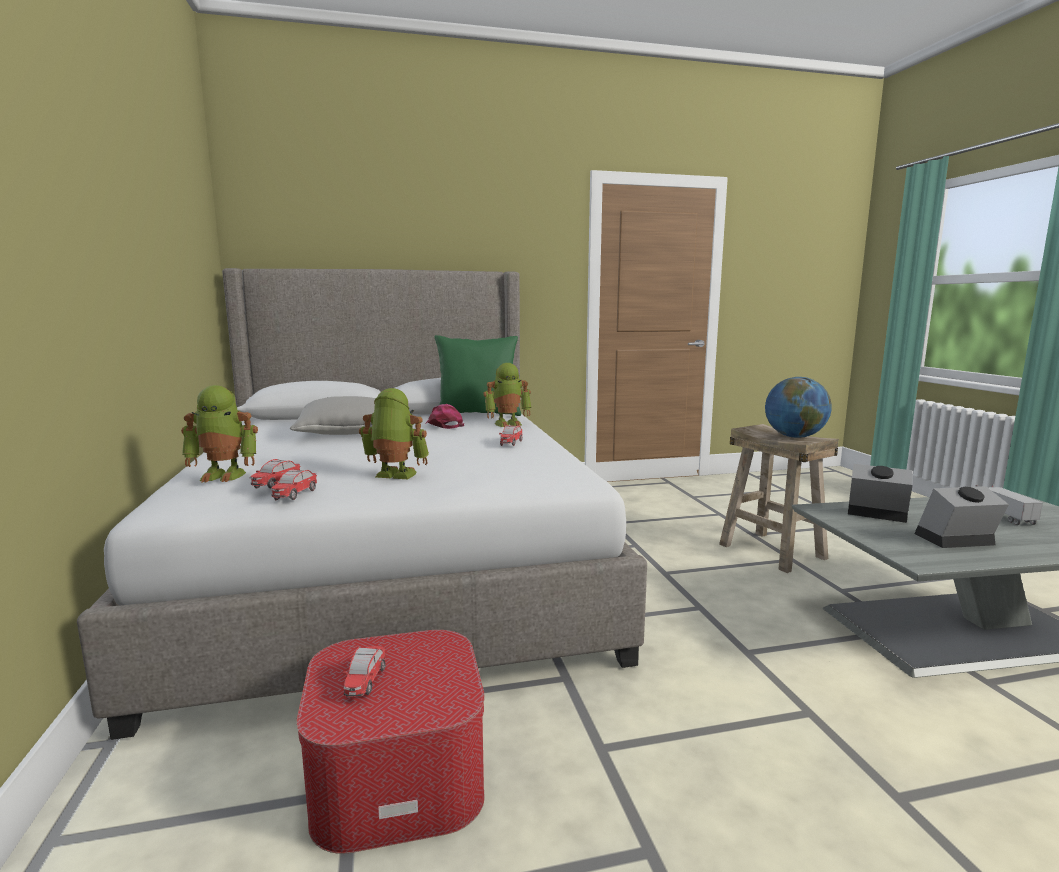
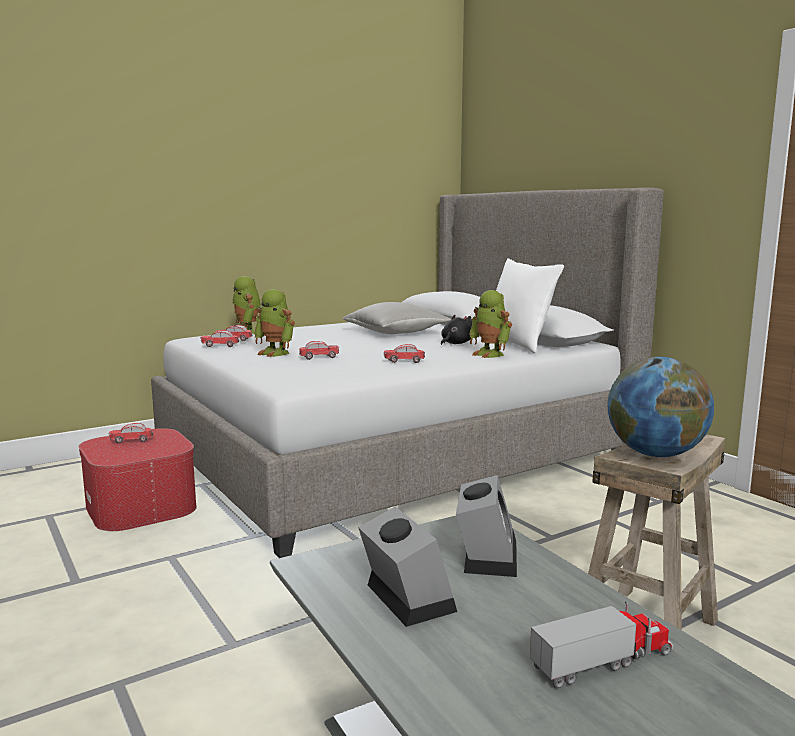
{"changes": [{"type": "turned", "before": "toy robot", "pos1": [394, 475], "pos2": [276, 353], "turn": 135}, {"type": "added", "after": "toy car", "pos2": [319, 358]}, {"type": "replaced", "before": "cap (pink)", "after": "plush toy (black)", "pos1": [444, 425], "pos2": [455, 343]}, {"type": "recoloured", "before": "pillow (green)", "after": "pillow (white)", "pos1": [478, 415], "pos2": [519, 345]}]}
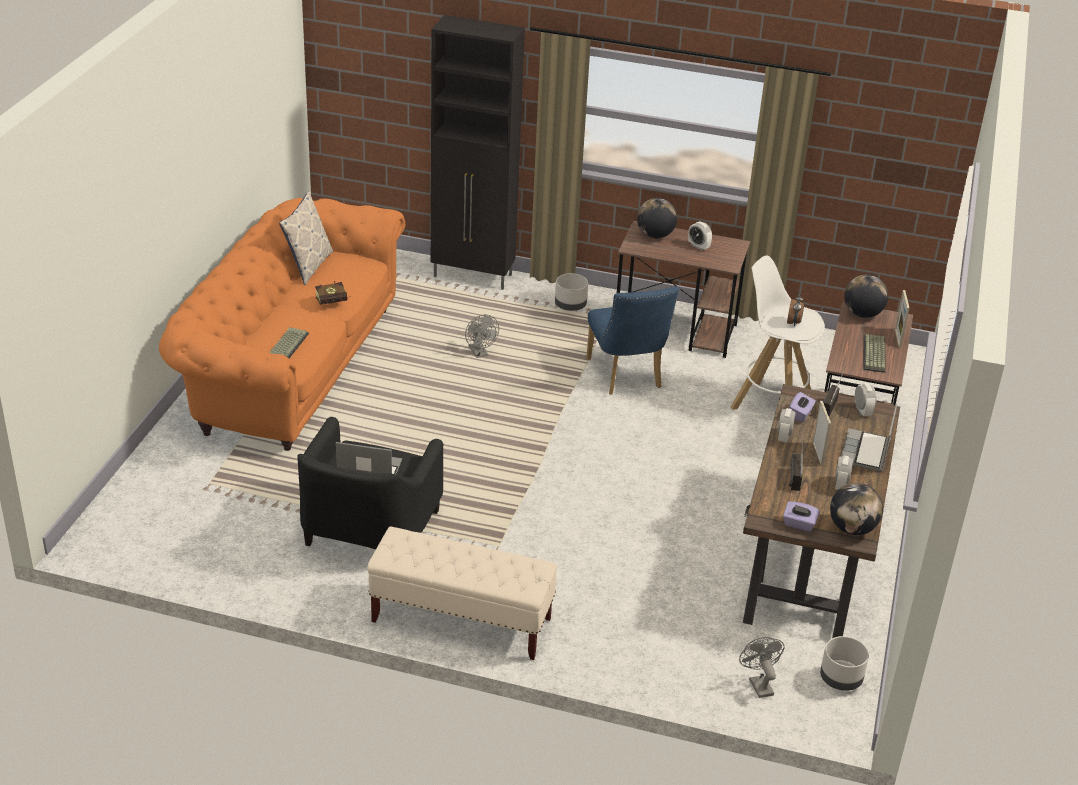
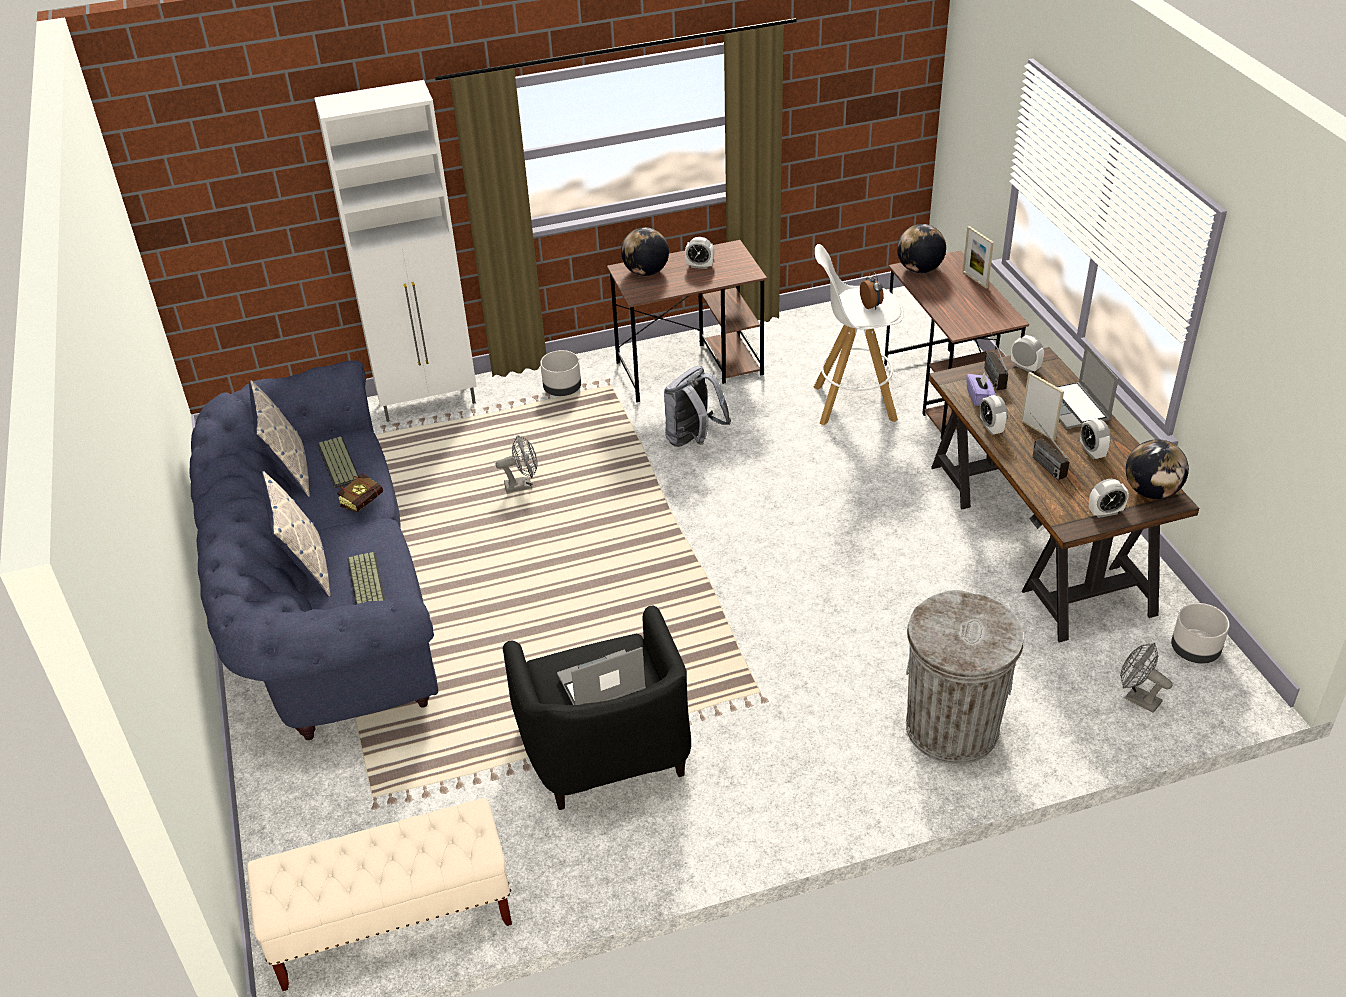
{"changes": [{"type": "recoloured", "before": "sofa (orange)", "after": "sofa (blue)", "pos1": [288, 366], "pos2": [324, 604]}, {"type": "moved", "before": "bench (beige)", "pos1": [461, 620], "pos2": [392, 923]}, {"type": "added", "after": "pillow", "pos2": [306, 568]}, {"type": "recoloured", "before": "cabinet (black)", "after": "cabinet (white)", "pos1": [473, 276], "pos2": [429, 402]}, {"type": "moved", "before": "keyboard", "pos1": [875, 354], "pos2": [340, 463]}, {"type": "turned", "before": "fan (grey)", "pos1": [480, 353], "pos2": [522, 485], "turn": -45}, {"type": "replaced", "before": "chair (blue)", "after": "backpack (grey)", "pos1": [626, 377], "pos2": [693, 440]}, {"type": "added", "after": "trash can (grey)", "pos2": [952, 728]}, {"type": "replaced", "before": "tissue box (purple)", "after": "alarm clock", "pos1": [799, 524], "pos2": [1105, 512]}]}
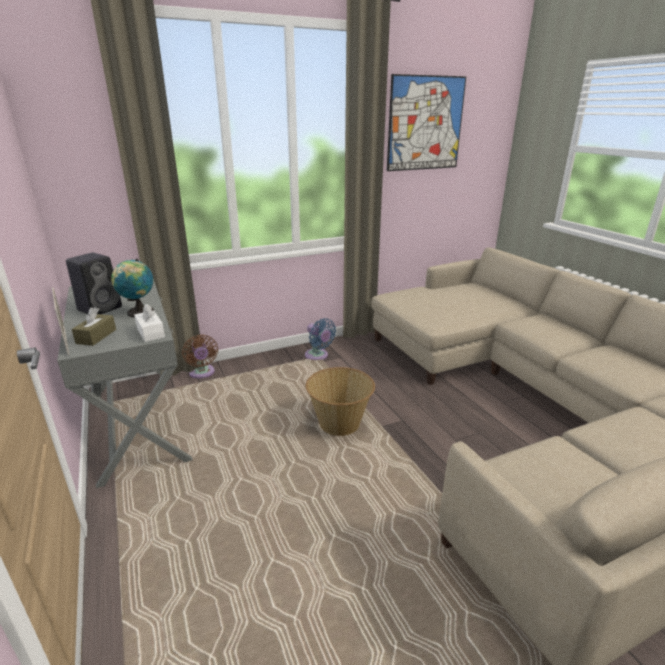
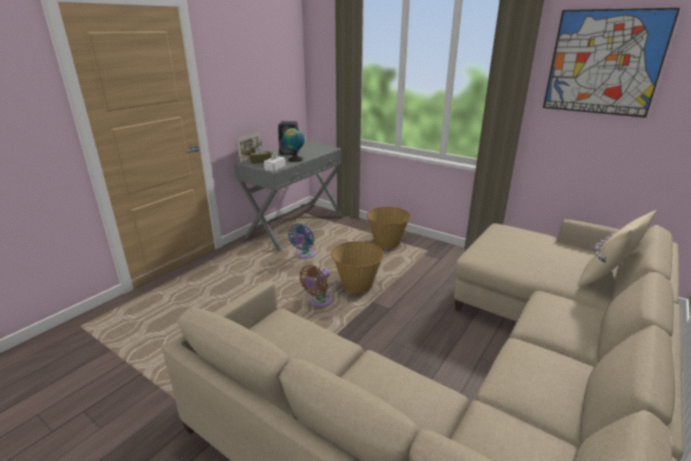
{"changes": [{"type": "moved", "before": "fan (blue)", "pos1": [318, 356], "pos2": [304, 255]}, {"type": "moved", "before": "fan (brown)", "pos1": [202, 373], "pos2": [319, 301]}, {"type": "added", "after": "basket", "pos2": [387, 242]}, {"type": "added", "after": "pillow (beige)", "pos2": [606, 279]}]}
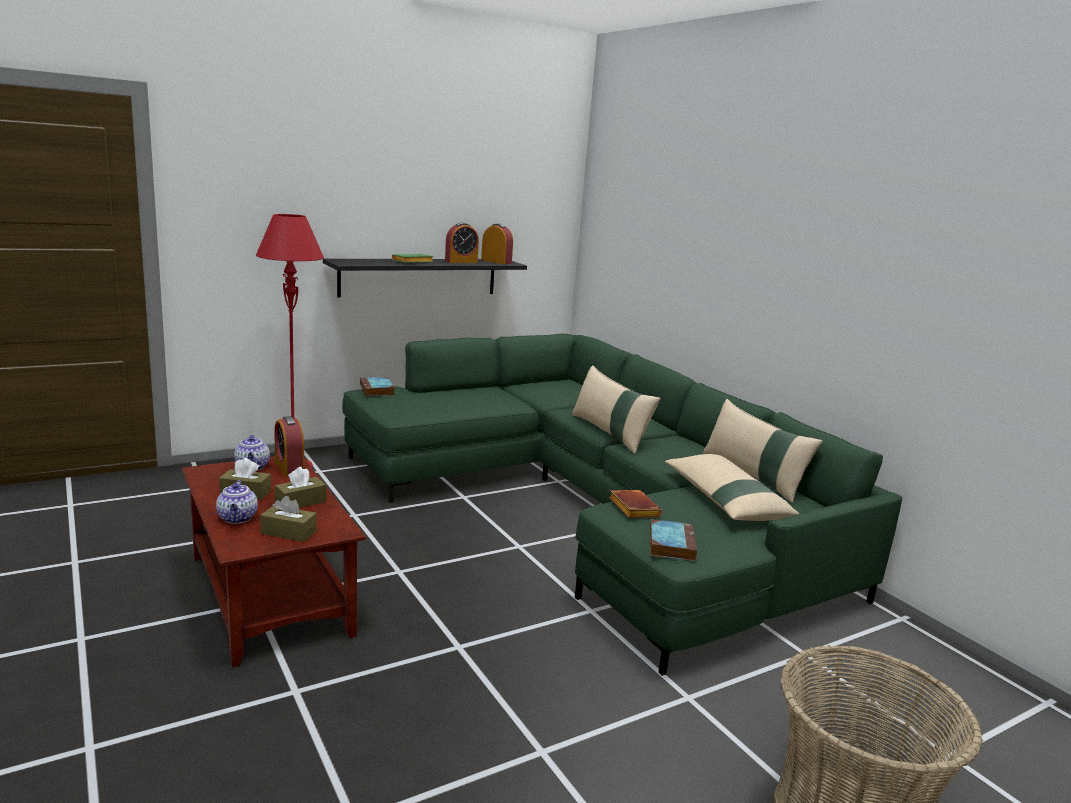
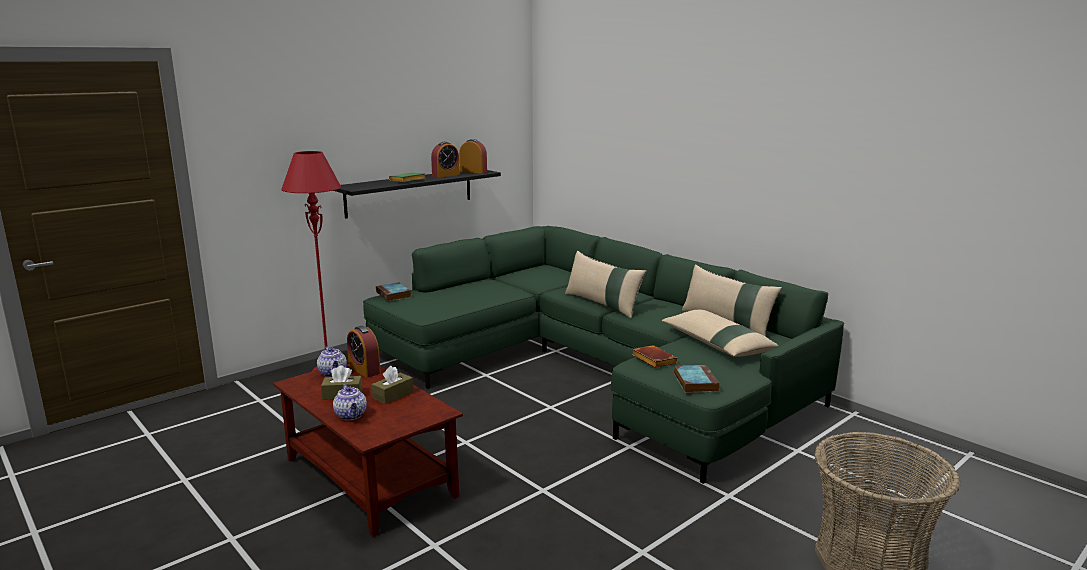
{"changes": [{"type": "removed", "before": "tissue box (brown)", "pos1": [289, 532]}]}
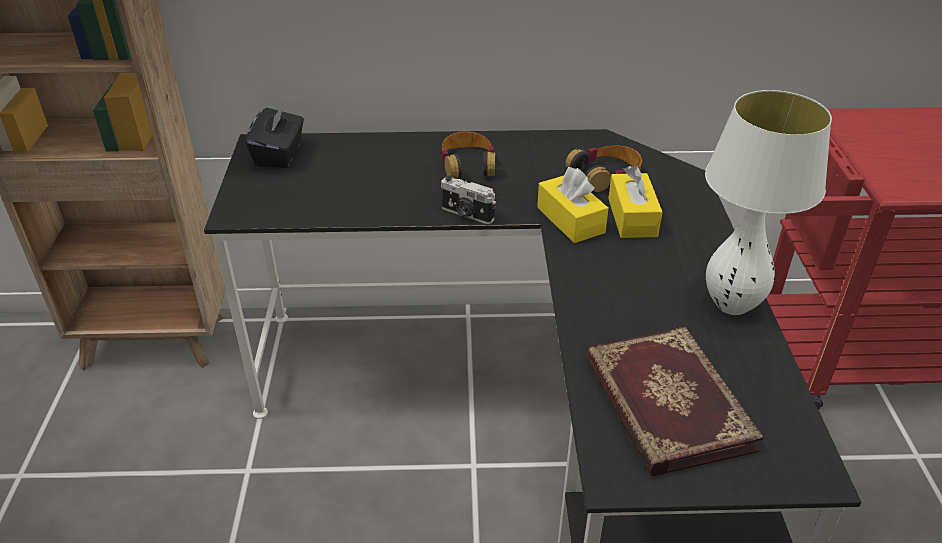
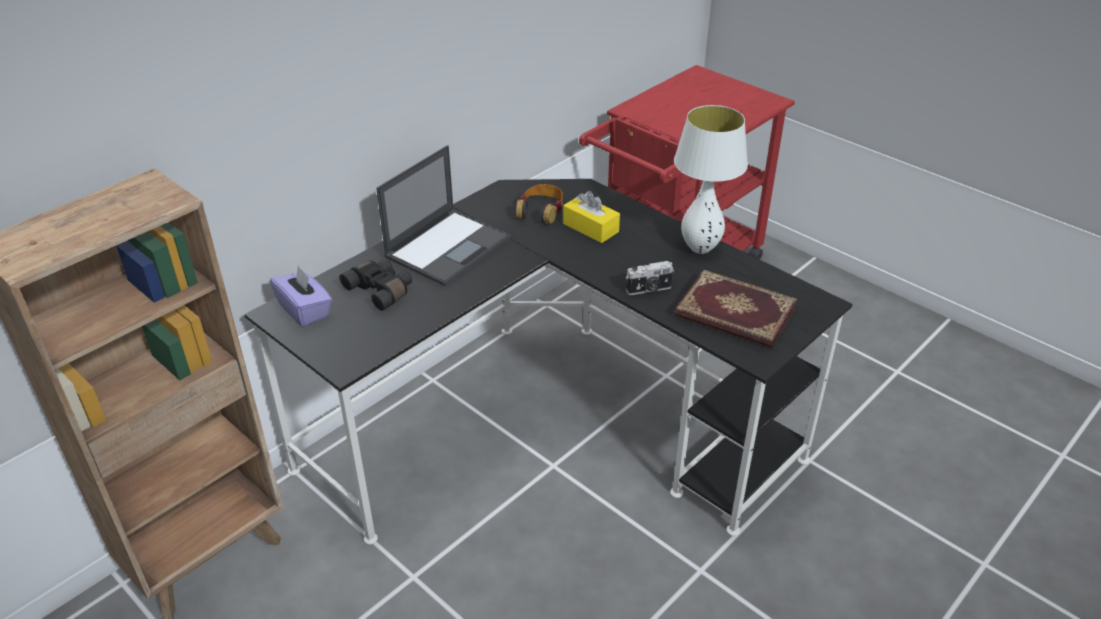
{"changes": [{"type": "recoloured", "before": "tissue box (black)", "after": "tissue box (purple)", "pos1": [280, 154], "pos2": [305, 311]}, {"type": "added", "after": "binoculars (black)", "pos2": [381, 290]}, {"type": "replaced", "before": "headphones", "after": "laptop", "pos1": [468, 164], "pos2": [448, 247]}, {"type": "moved", "before": "photo camera", "pos1": [467, 214], "pos2": [649, 290]}, {"type": "removed", "before": "tissue box (yellow)", "pos1": [570, 220]}]}
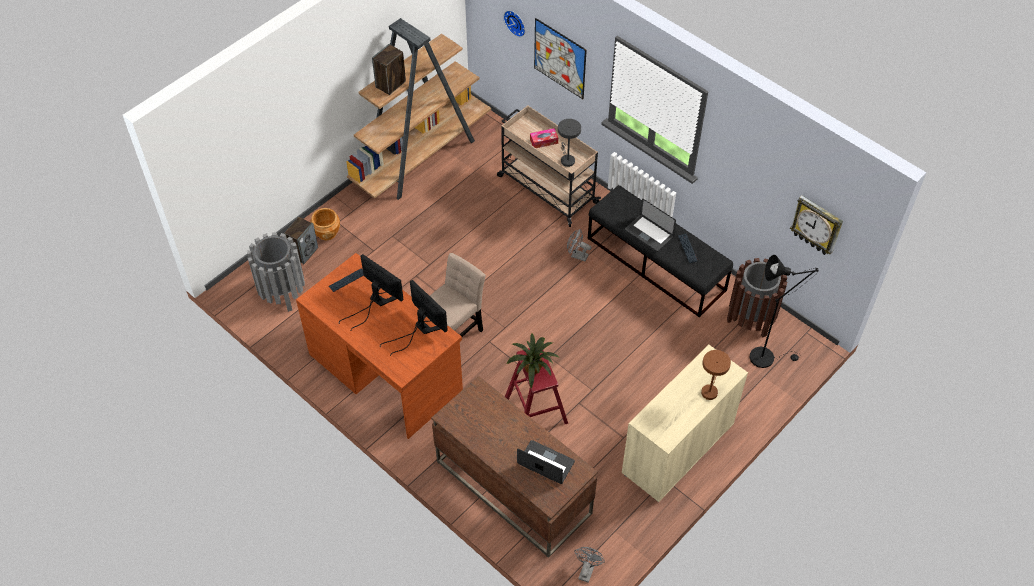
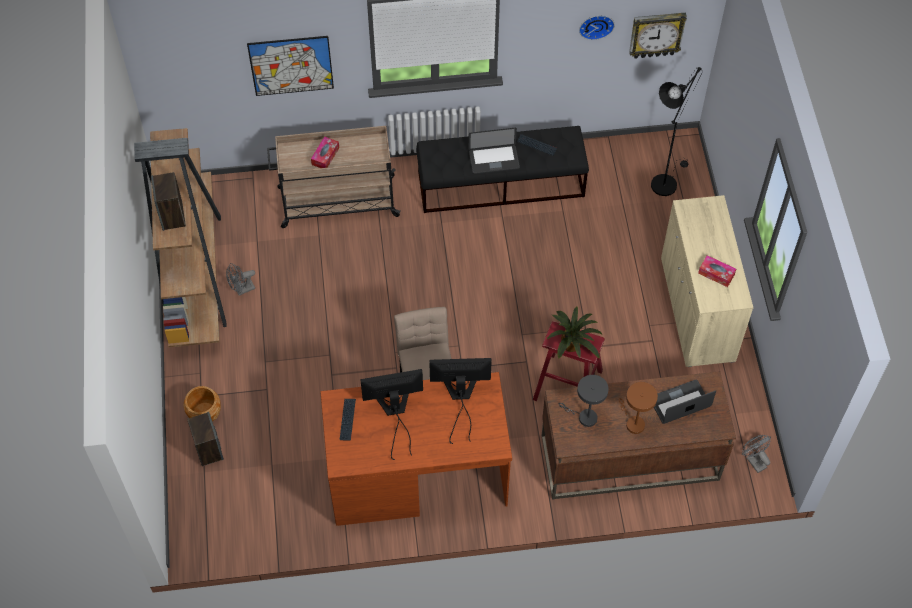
{"changes": [{"type": "moved", "before": "fan (grey)", "pos1": [577, 255], "pos2": [242, 290]}, {"type": "moved", "before": "table lamp (grey)", "pos1": [567, 159], "pos2": [584, 417]}, {"type": "moved", "before": "wall clock", "pos1": [516, 22], "pos2": [596, 25]}, {"type": "moved", "before": "table lamp (brown)", "pos1": [710, 390], "pos2": [633, 423]}, {"type": "added", "after": "tissue box", "pos2": [716, 274]}, {"type": "removed", "before": "trash can (grey)", "pos1": [282, 293]}, {"type": "removed", "before": "trash can (brown)", "pos1": [750, 319]}]}
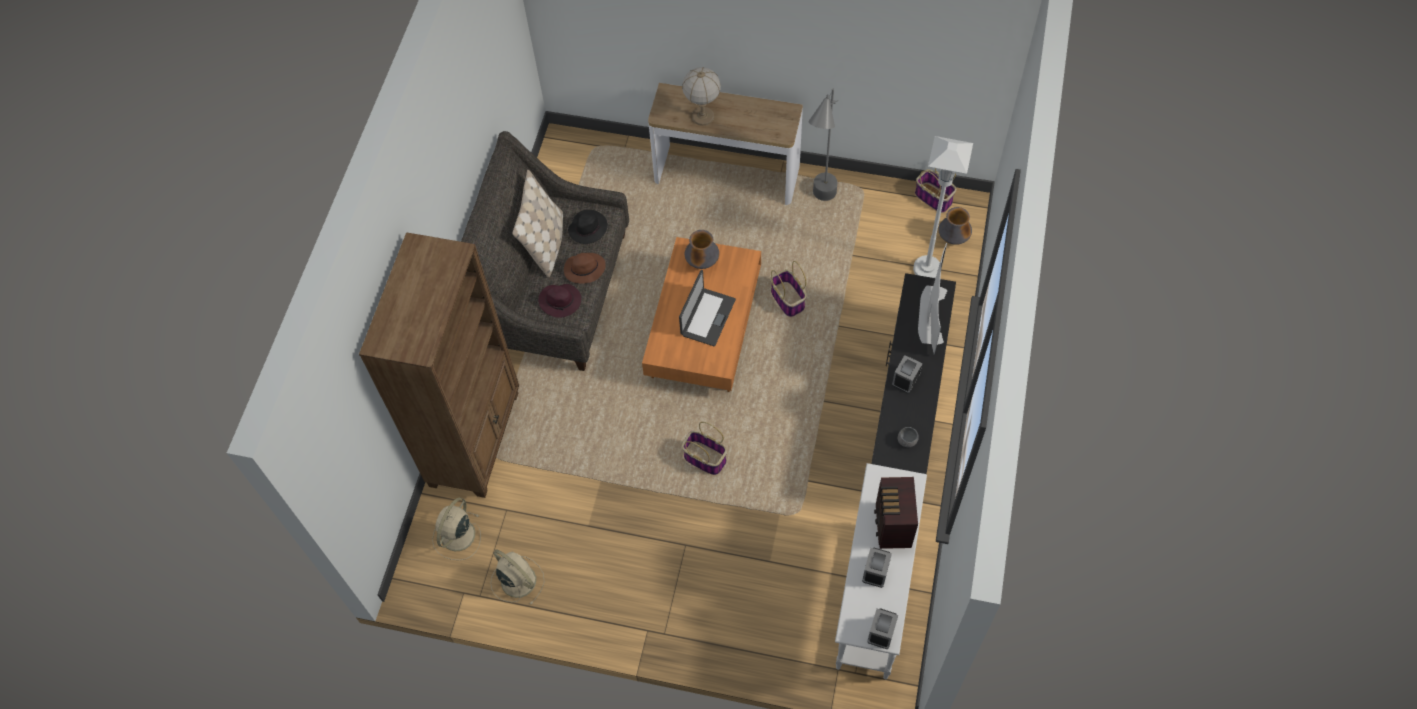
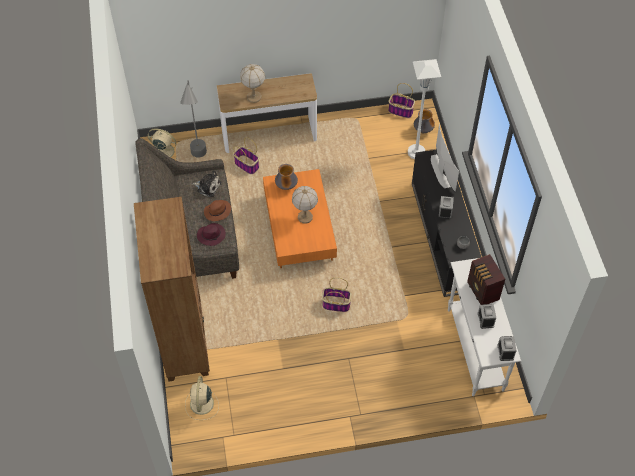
{"changes": [{"type": "moved", "before": "fan (beige)", "pos1": [517, 579], "pos2": [163, 151]}, {"type": "moved", "before": "floor lamp (grey)", "pos1": [820, 207], "pos2": [199, 162]}, {"type": "replaced", "before": "hat (black)", "after": "plush toy", "pos1": [588, 228], "pos2": [207, 186]}, {"type": "moved", "before": "basket", "pos1": [788, 300], "pos2": [247, 165]}, {"type": "replaced", "before": "laptop", "after": "table lamp", "pos1": [707, 317], "pos2": [305, 217]}, {"type": "removed", "before": "pillow (beige)", "pos1": [545, 244]}]}
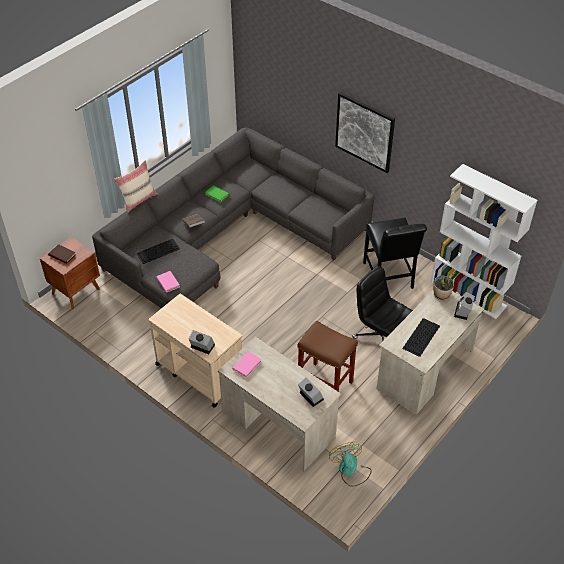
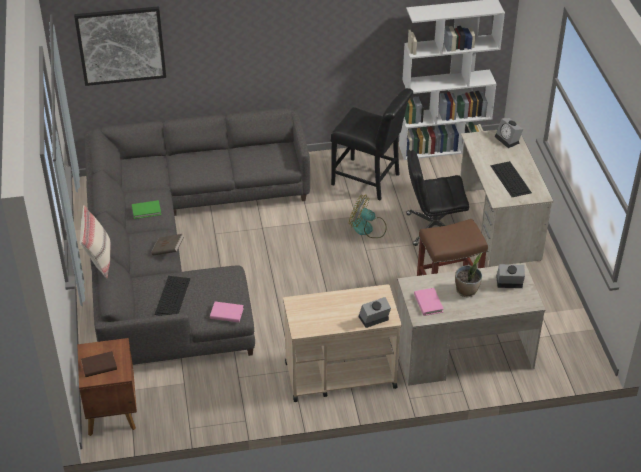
{"changes": [{"type": "moved", "before": "picture", "pos1": [364, 132], "pos2": [121, 45]}, {"type": "moved", "before": "fan", "pos1": [350, 470], "pos2": [367, 228]}, {"type": "moved", "before": "potted plant", "pos1": [441, 295], "pos2": [467, 291]}]}
